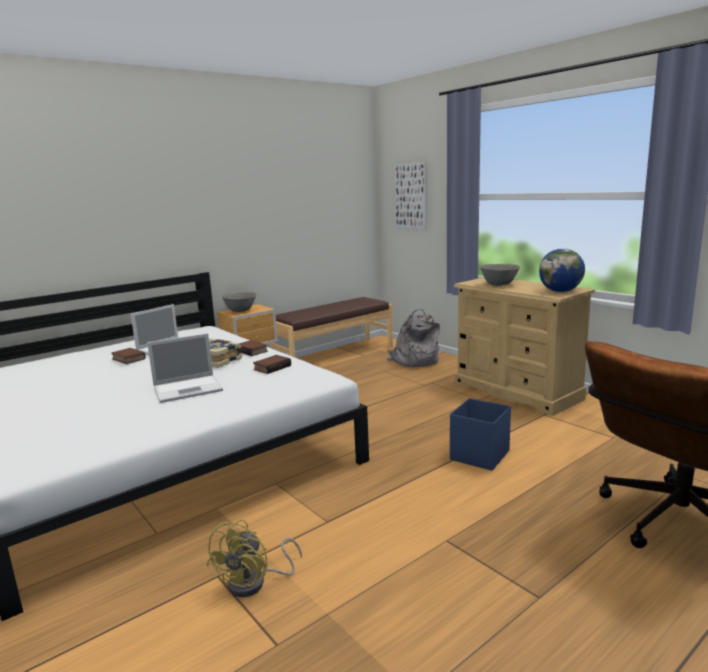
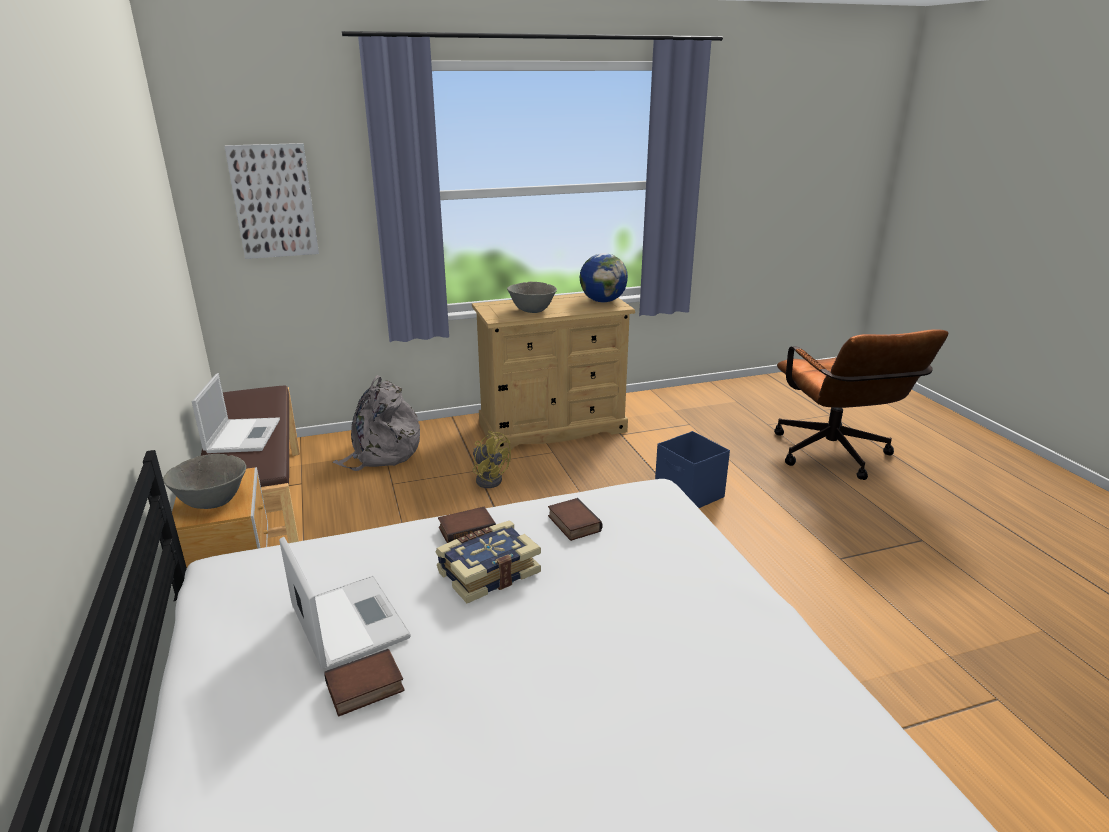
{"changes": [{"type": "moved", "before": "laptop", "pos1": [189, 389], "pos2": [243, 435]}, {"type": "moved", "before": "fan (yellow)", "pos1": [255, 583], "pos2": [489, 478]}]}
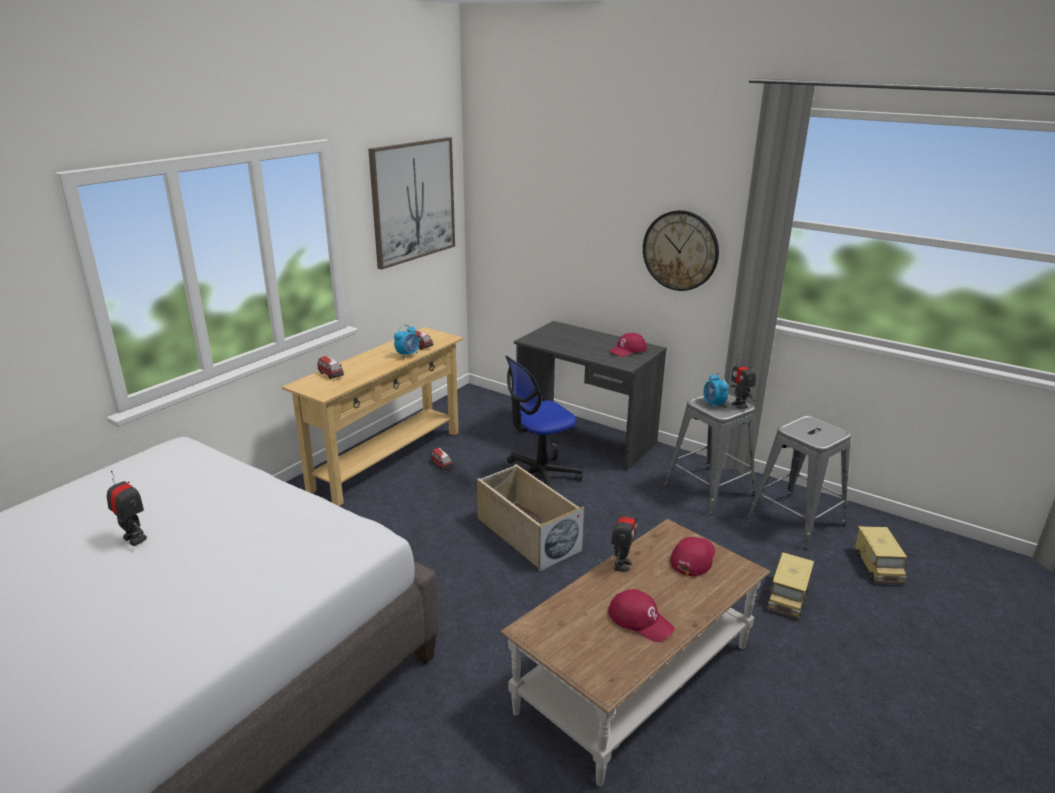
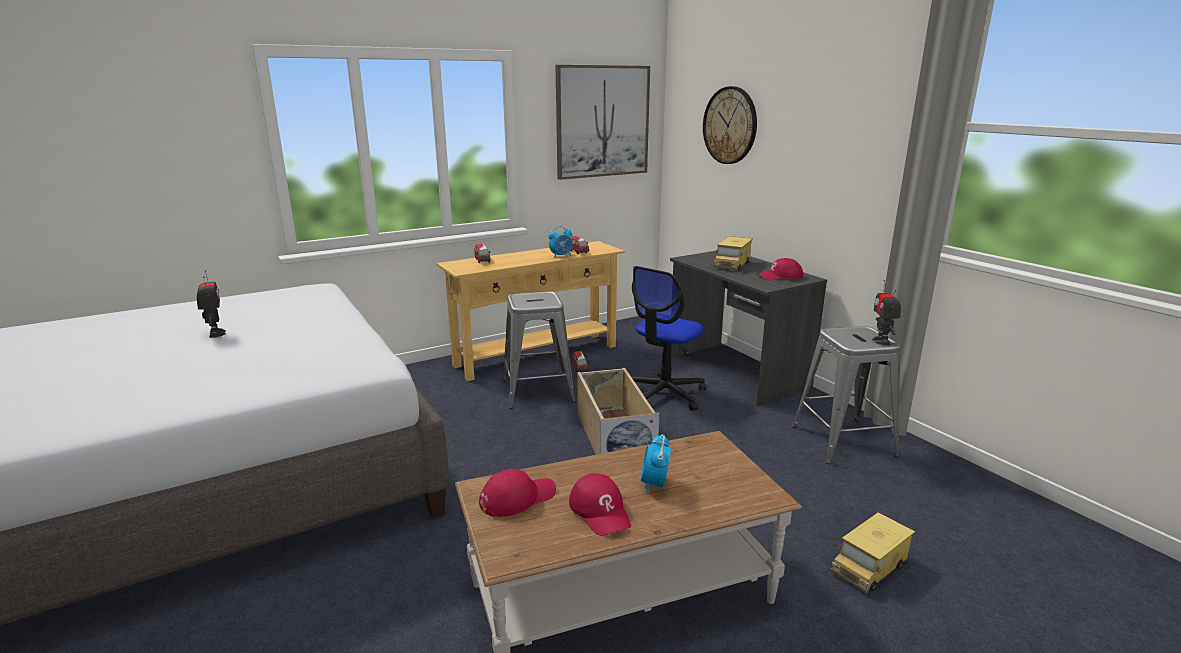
{"changes": [{"type": "moved", "before": "cap (red)", "pos1": [693, 558], "pos2": [517, 498]}, {"type": "moved", "before": "stool (grey)", "pos1": [796, 521], "pos2": [537, 391]}, {"type": "turned", "before": "office chair", "pos1": [539, 477], "pos2": [663, 393], "turn": -45}, {"type": "moved", "before": "alarm clock", "pos1": [713, 404], "pos2": [654, 484]}, {"type": "moved", "before": "wall clock", "pos1": [680, 250], "pos2": [730, 125]}, {"type": "moved", "before": "toy truck", "pos1": [878, 566], "pos2": [732, 264]}, {"type": "removed", "before": "toy robot", "pos1": [621, 565]}]}
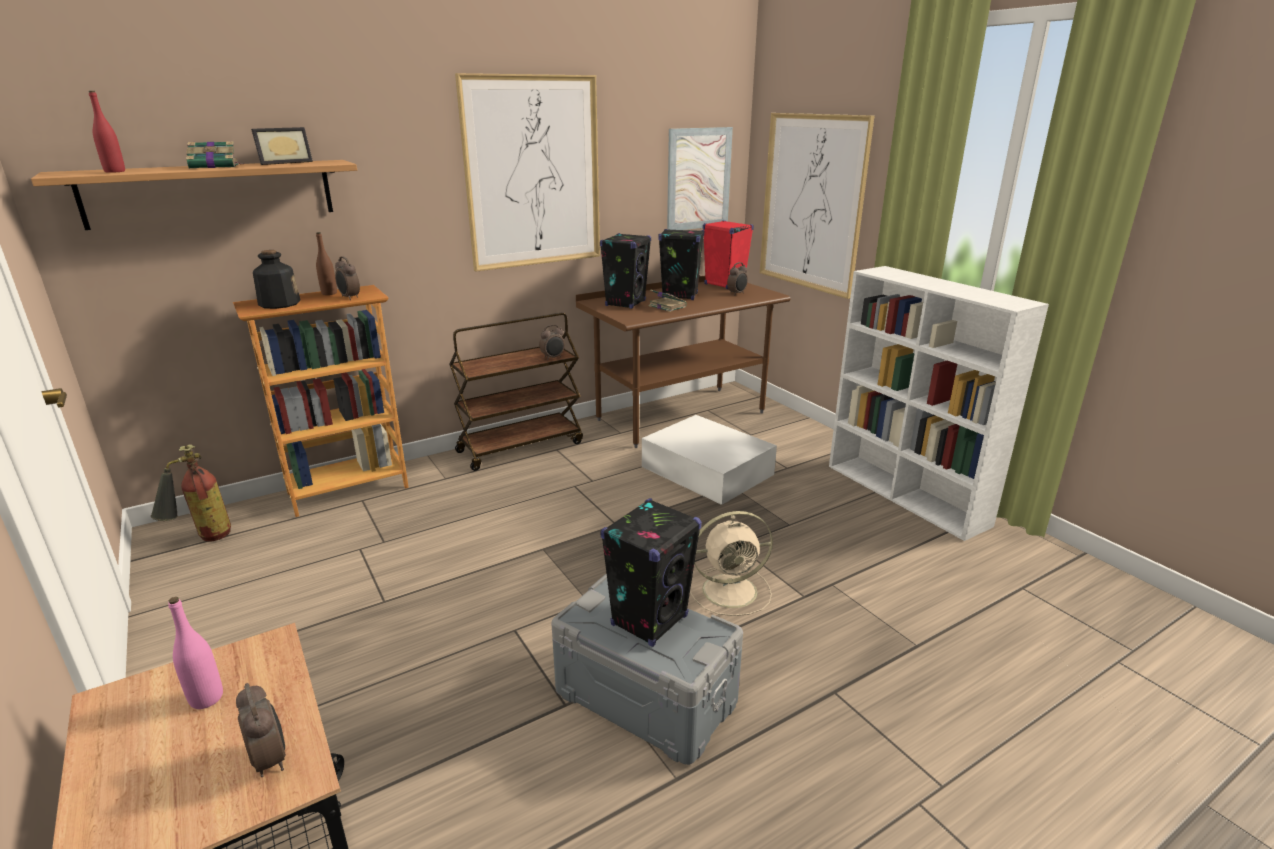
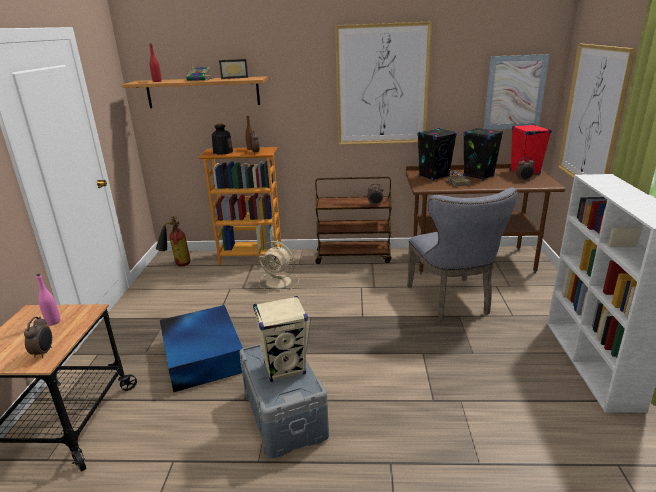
{"changes": [{"type": "added", "after": "storage box (blue)", "pos2": [203, 354]}, {"type": "recoloured", "before": "speaker (black)", "after": "speaker (beige)", "pos1": [649, 620], "pos2": [285, 368]}, {"type": "moved", "before": "fan (beige)", "pos1": [732, 590], "pos2": [279, 282]}, {"type": "replaced", "before": "storage box (white)", "after": "chair (grey)", "pos1": [708, 471], "pos2": [452, 301]}]}
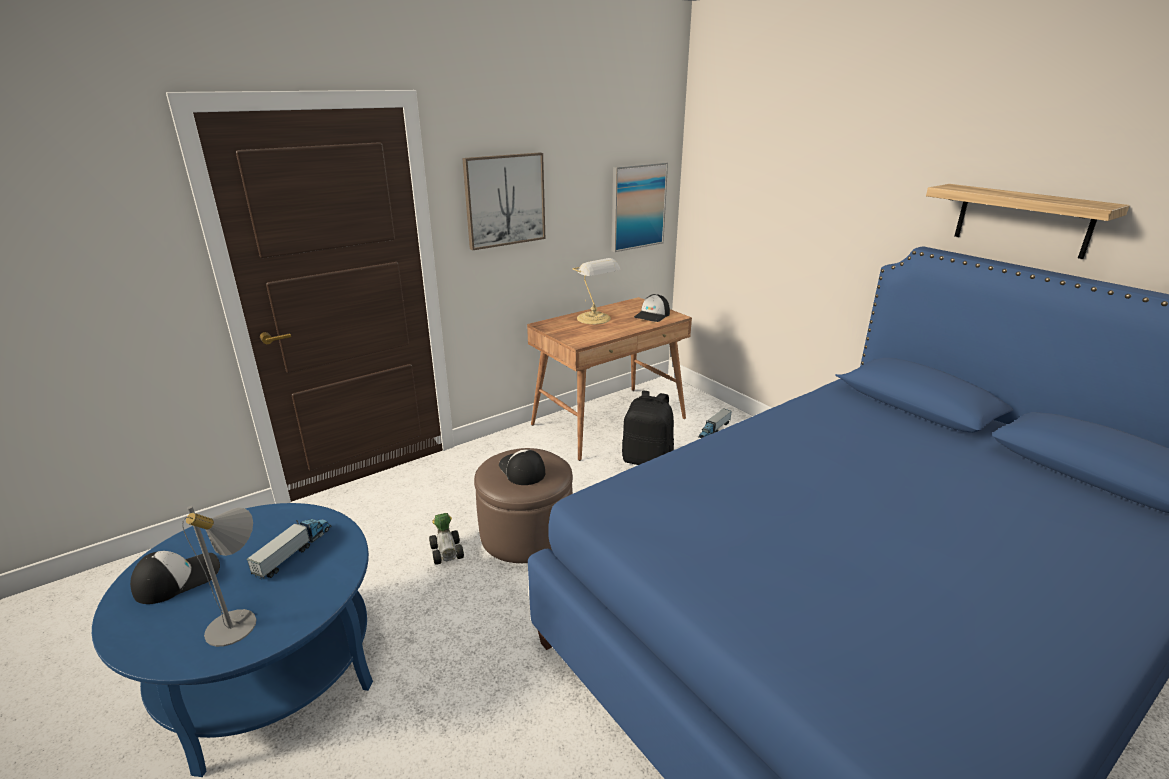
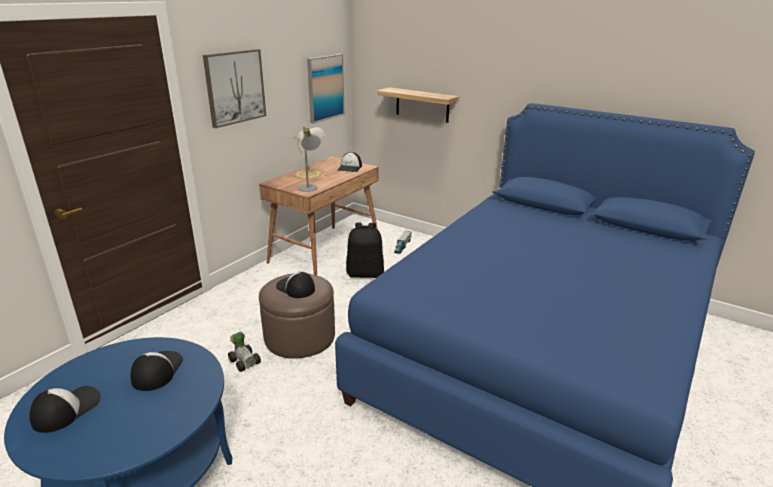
{"changes": [{"type": "replaced", "before": "toy truck", "after": "cap", "pos1": [294, 552], "pos2": [156, 371]}, {"type": "moved", "before": "table lamp (grey)", "pos1": [241, 622], "pos2": [310, 187]}, {"type": "moved", "before": "shelf", "pos1": [1022, 220], "pos2": [422, 105]}]}
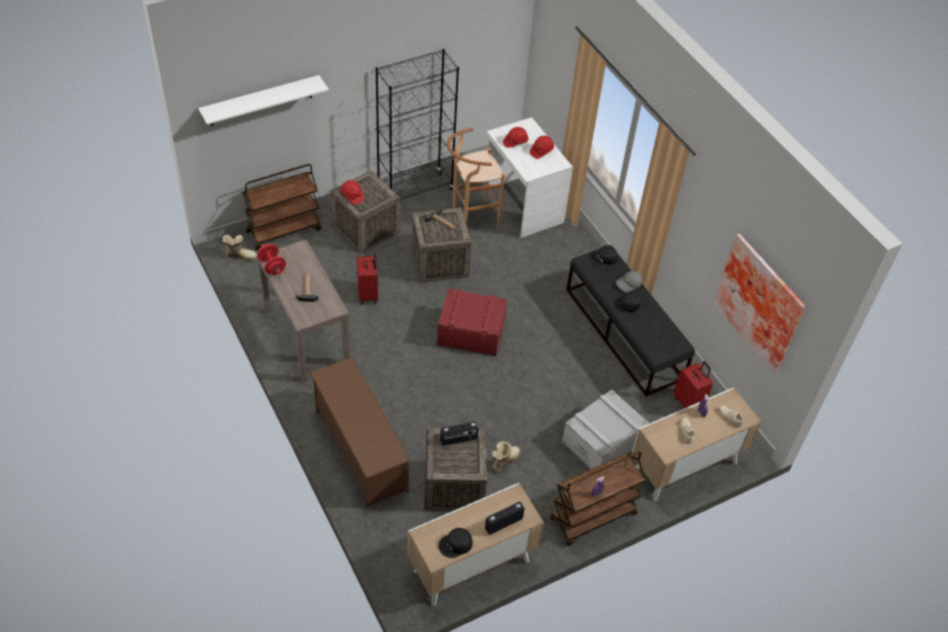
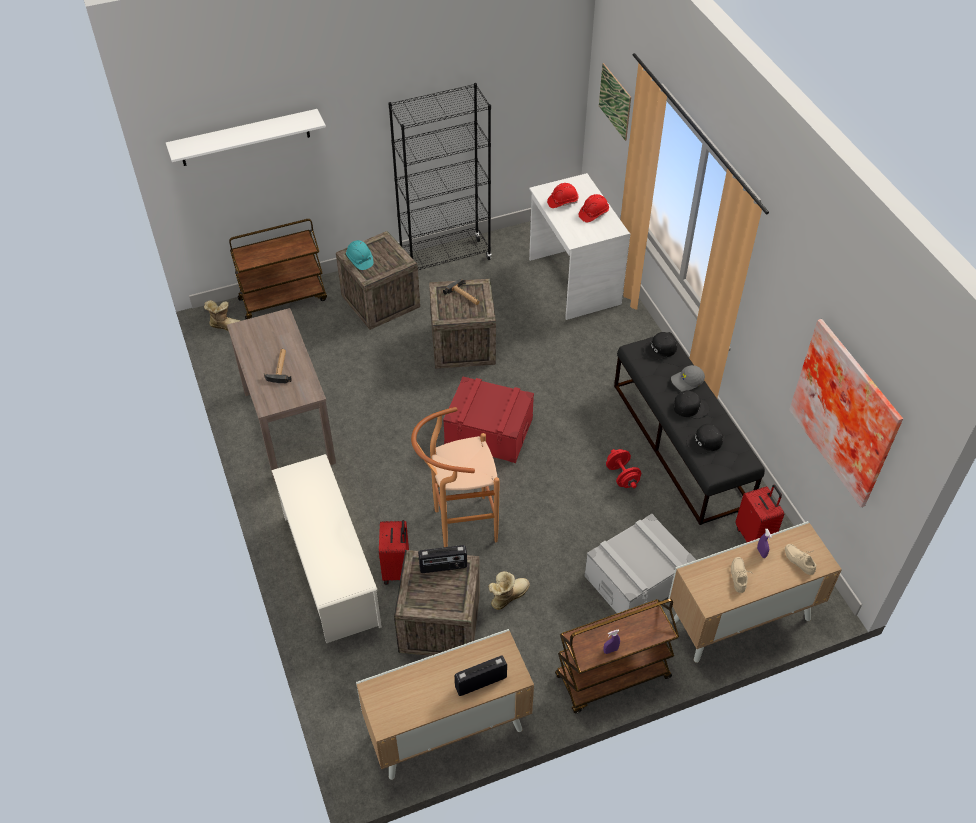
{"changes": [{"type": "recoloured", "before": "shoe rack (brown)", "after": "shoe rack (white)", "pos1": [360, 449], "pos2": [330, 569]}, {"type": "recoloured", "before": "hard hat (red)", "after": "hard hat (turquoise)", "pos1": [352, 196], "pos2": [360, 260]}, {"type": "moved", "before": "suitcase (red)", "pos1": [368, 294], "pos2": [397, 569]}, {"type": "moved", "before": "stool (brown)", "pos1": [470, 218], "pos2": [458, 525]}, {"type": "added", "after": "picture", "pos2": [615, 101]}, {"type": "moved", "before": "dumbbell (red)", "pos1": [272, 266], "pos2": [622, 476]}, {"type": "moved", "before": "cap (black)", "pos1": [456, 545], "pos2": [704, 442]}]}
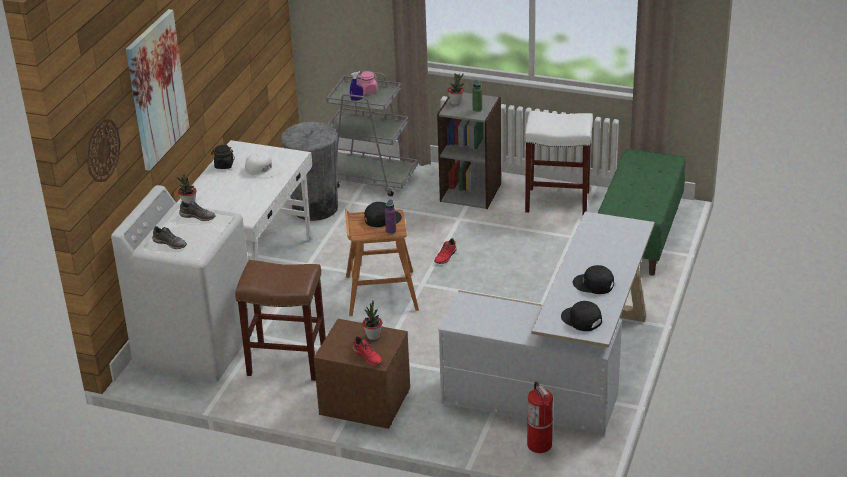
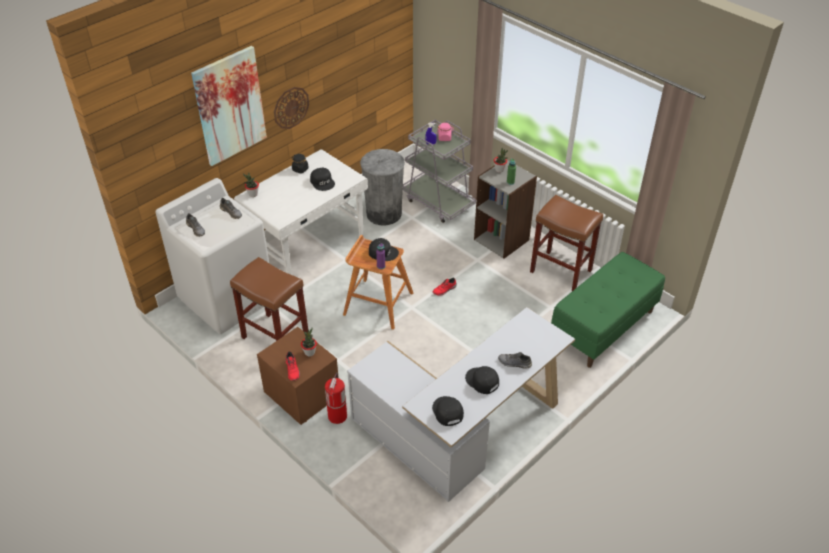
{"changes": [{"type": "moved", "before": "wall clock", "pos1": [102, 150], "pos2": [291, 107]}, {"type": "recoloured", "before": "cap (white)", "after": "cap (black)", "pos1": [262, 169], "pos2": [323, 182]}, {"type": "moved", "before": "fire extinguisher", "pos1": [539, 445], "pos2": [337, 416]}, {"type": "added", "after": "shoe (grey)", "pos2": [514, 363]}, {"type": "recoloured", "before": "stool (white)", "after": "stool (brown)", "pos1": [558, 201], "pos2": [561, 271]}]}
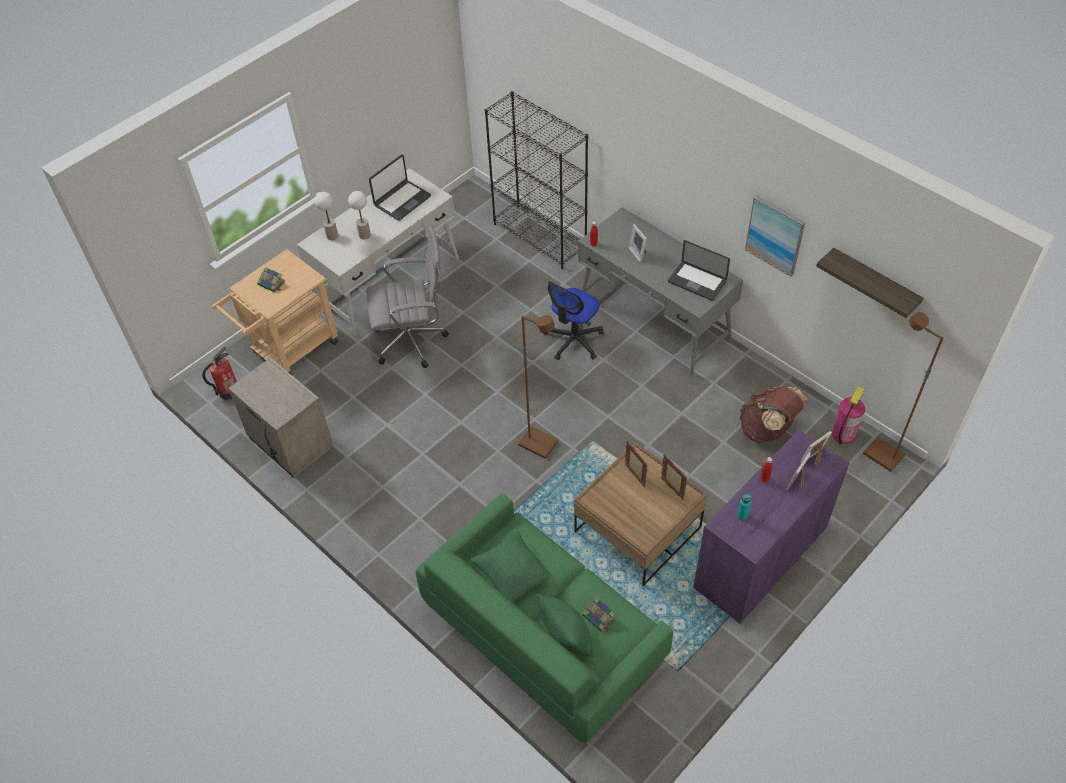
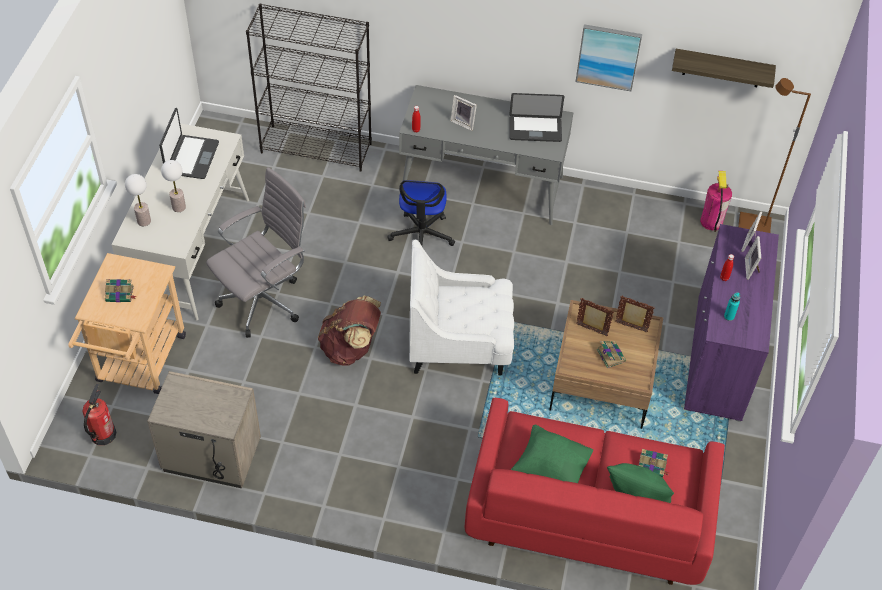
{"changes": [{"type": "moved", "before": "backpack (brown)", "pos1": [767, 429], "pos2": [351, 348]}, {"type": "replaced", "before": "floor lamp (brown)", "after": "armchair (white)", "pos1": [539, 443], "pos2": [459, 345]}, {"type": "recoloured", "before": "sofa (green)", "after": "sofa (red)", "pos1": [543, 635], "pos2": [587, 514]}, {"type": "added", "after": "book", "pos2": [610, 355]}]}
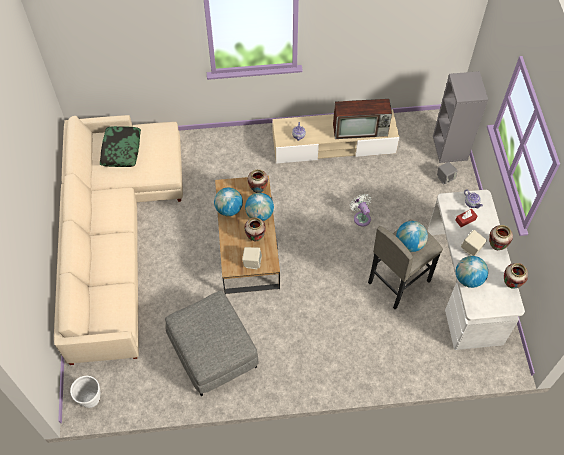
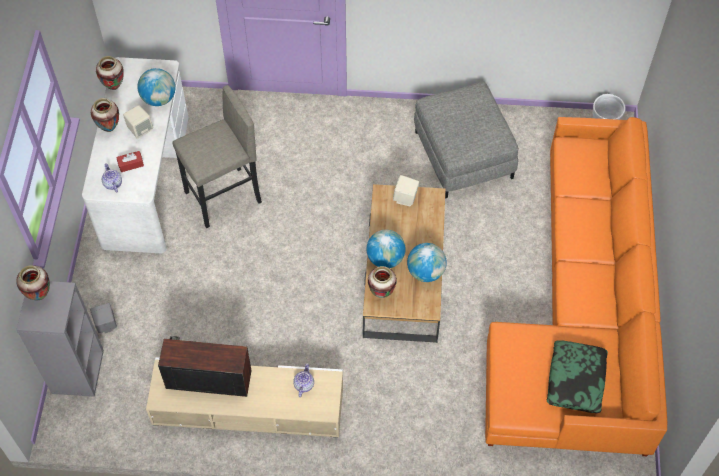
{"changes": [{"type": "moved", "before": "vase", "pos1": [255, 238], "pos2": [39, 295]}, {"type": "recoloured", "before": "sofa (beige)", "after": "sofa (orange)", "pos1": [115, 234], "pos2": [582, 314]}, {"type": "removed", "before": "fan (white)", "pos1": [361, 217]}, {"type": "removed", "before": "globe", "pos1": [409, 244]}]}
